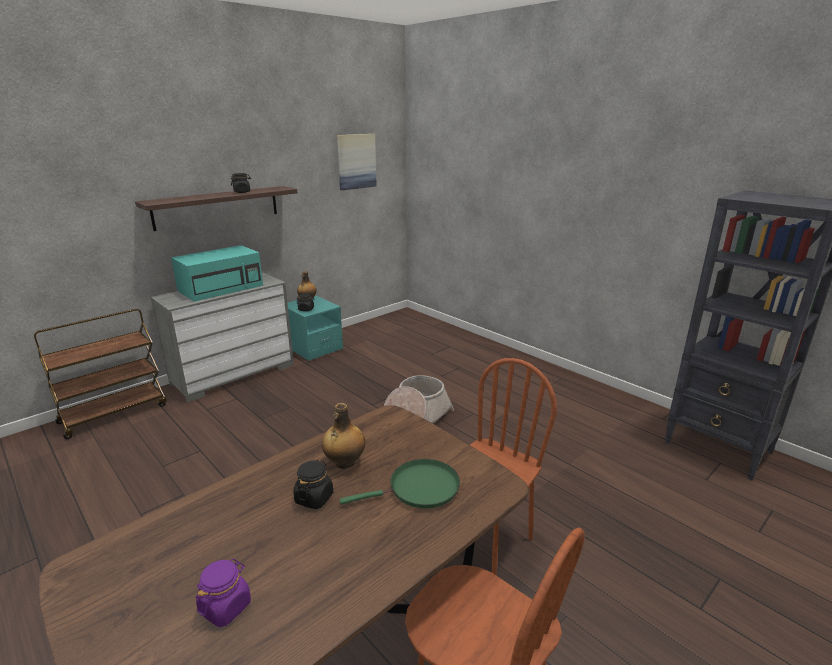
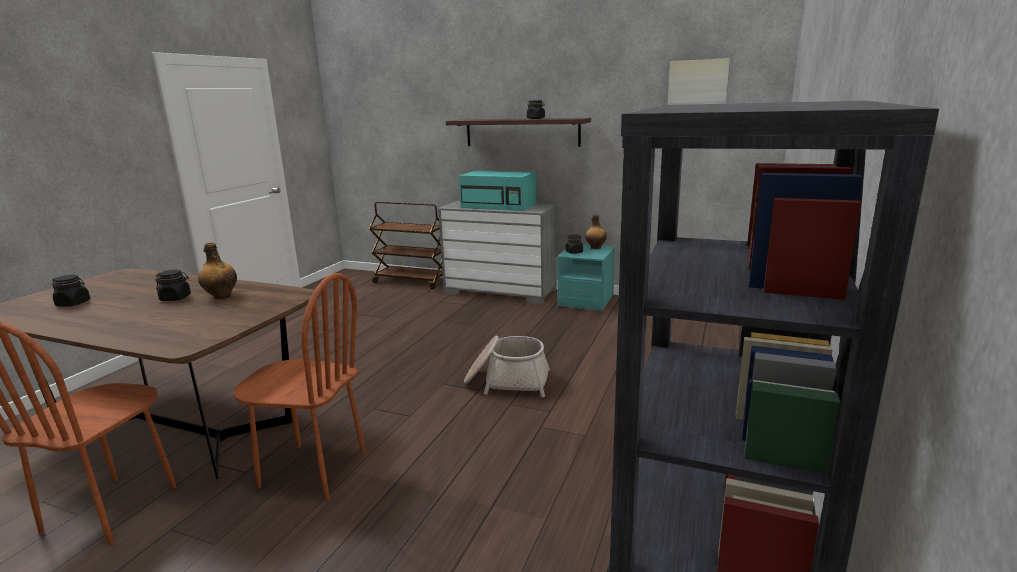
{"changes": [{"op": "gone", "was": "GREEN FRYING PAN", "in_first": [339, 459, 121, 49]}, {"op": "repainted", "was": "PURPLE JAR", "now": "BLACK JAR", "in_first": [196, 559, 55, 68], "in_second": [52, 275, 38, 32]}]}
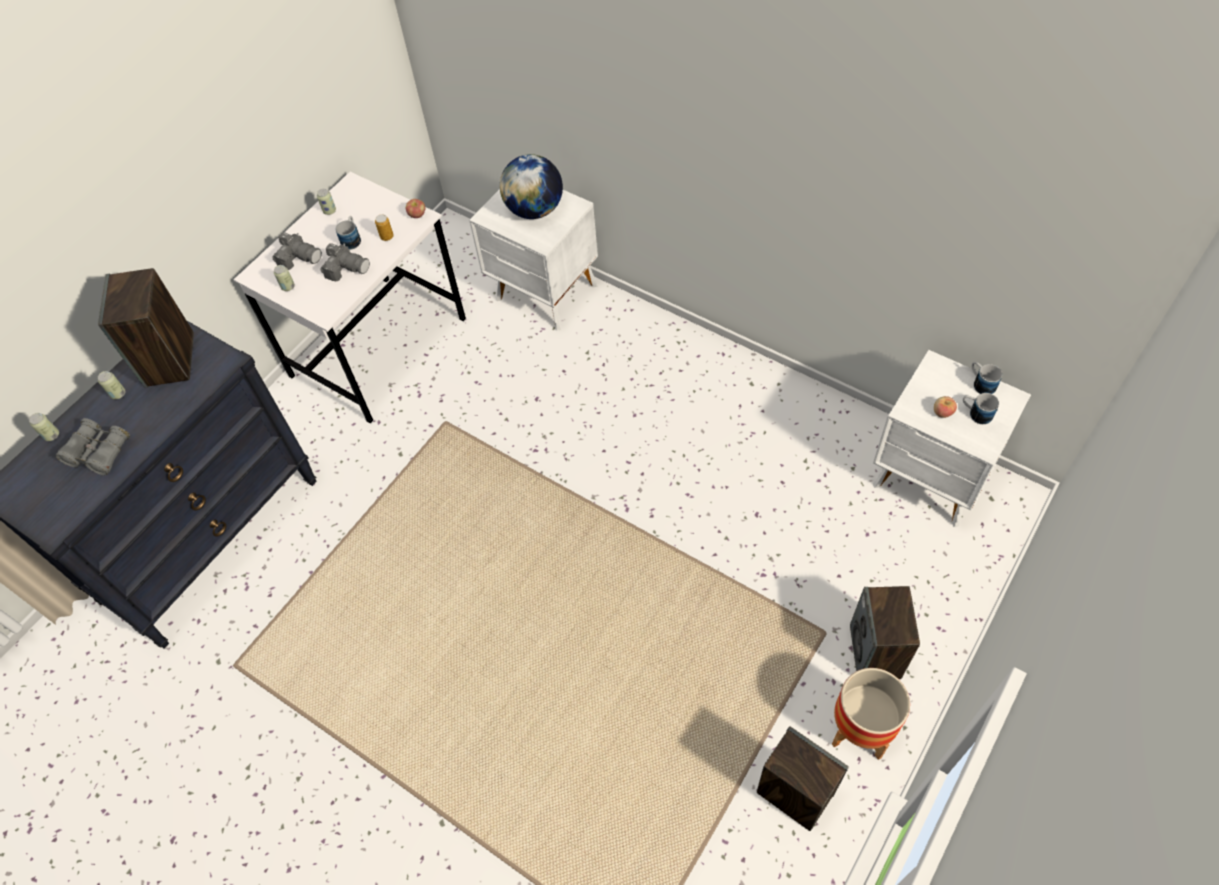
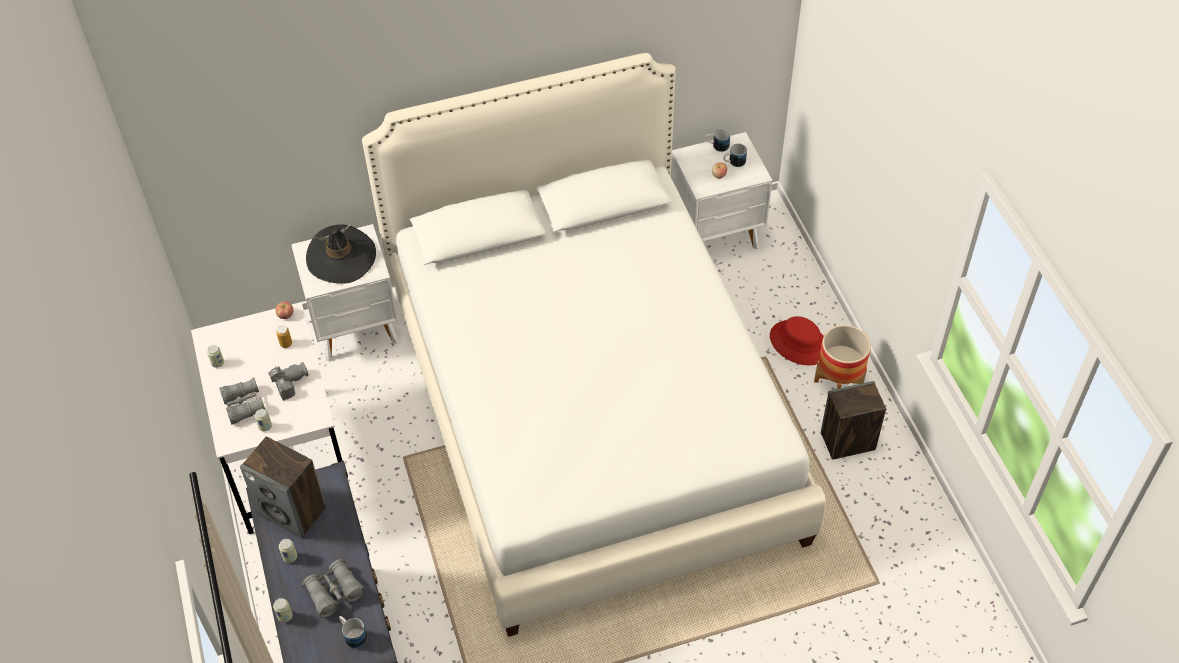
{"changes": [{"op": "swapped", "was": "GLOBE", "now": "BLACK HAT", "in_first": [500, 154, 63, 65], "in_second": [306, 224, 70, 60]}, {"op": "shifted", "was": "MUG", "in_first": [336, 216, 25, 34], "in_second": [339, 616, 28, 32]}, {"op": "swapped", "was": "PHOTO CAMERA", "now": "GREY BINOCULARS", "in_first": [272, 232, 50, 38], "in_second": [219, 377, 46, 47]}, {"op": "swapped", "was": "SPEAKER", "now": "RED HAT", "in_first": [850, 586, 70, 93], "in_second": [770, 316, 54, 49]}, {"op": "new", "now": "WHITE BED", "in_second": [362, 53, 464, 584]}]}
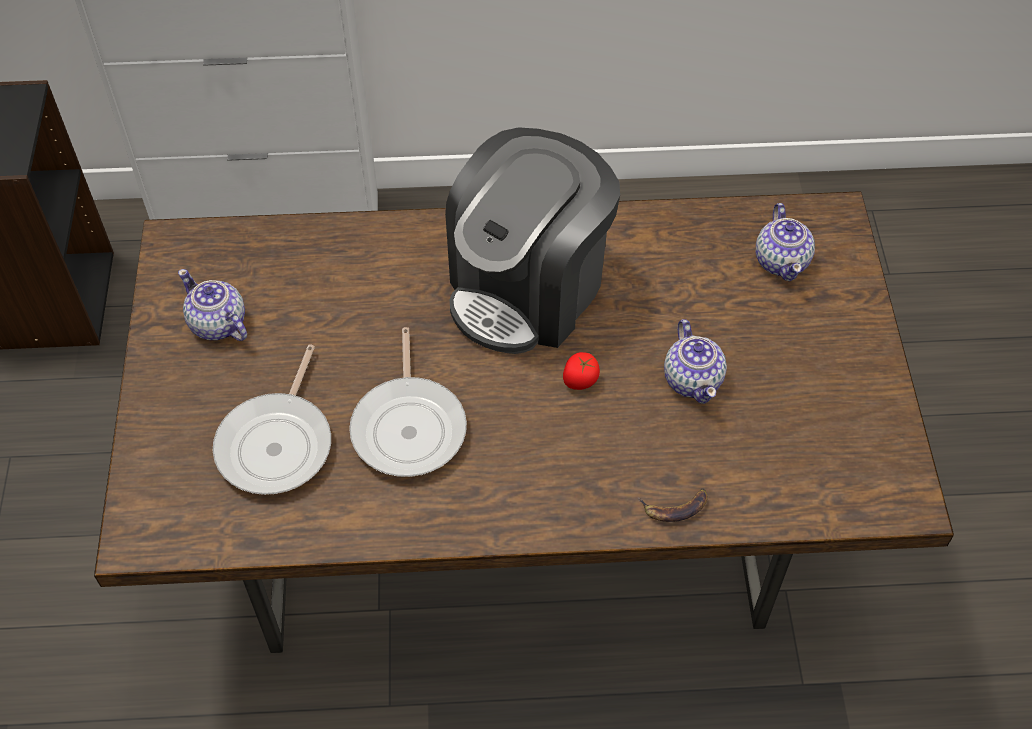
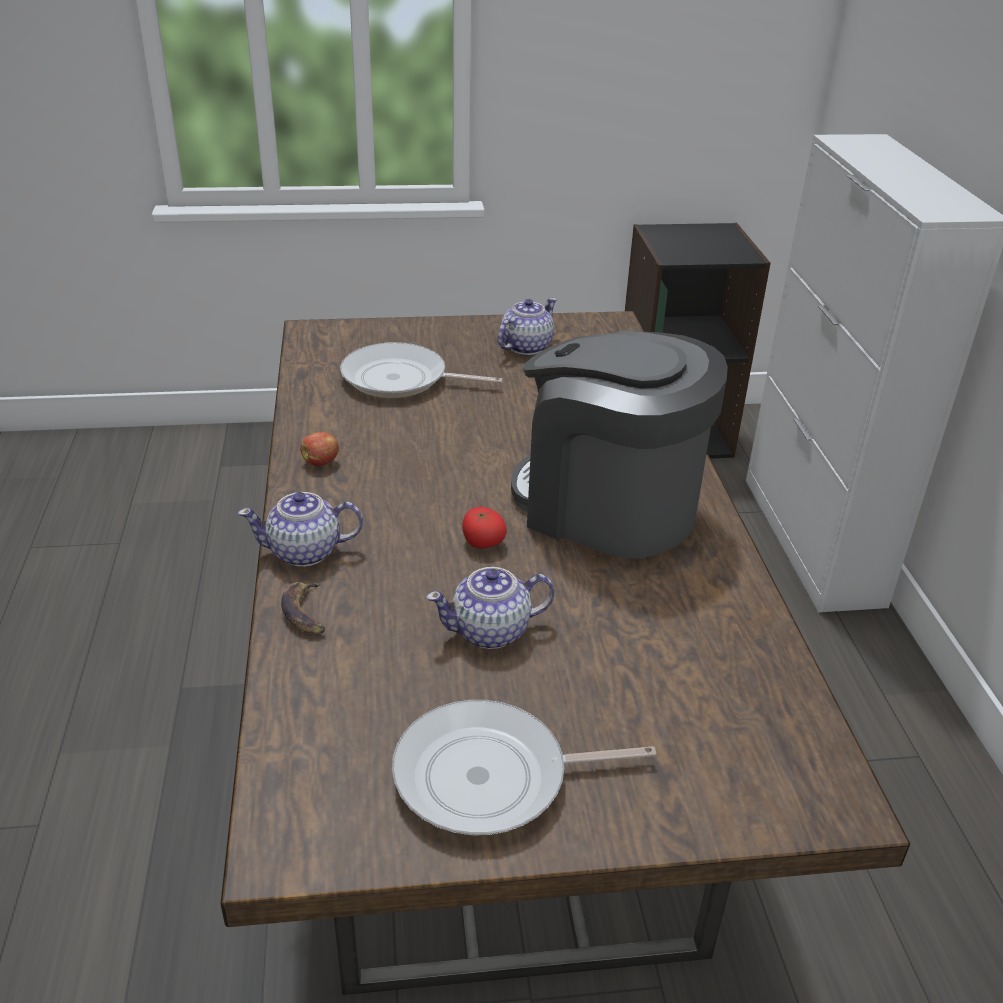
{"changes": [{"op": "shifted", "was": "TEAPOT", "in_first": [756, 203, 59, 78], "in_second": [238, 492, 125, 75]}, {"op": "shifted", "was": "FRYING PAN", "in_first": [349, 327, 118, 150], "in_second": [392, 700, 264, 135]}, {"op": "new", "now": "APPLE", "in_second": [300, 432, 39, 34]}]}
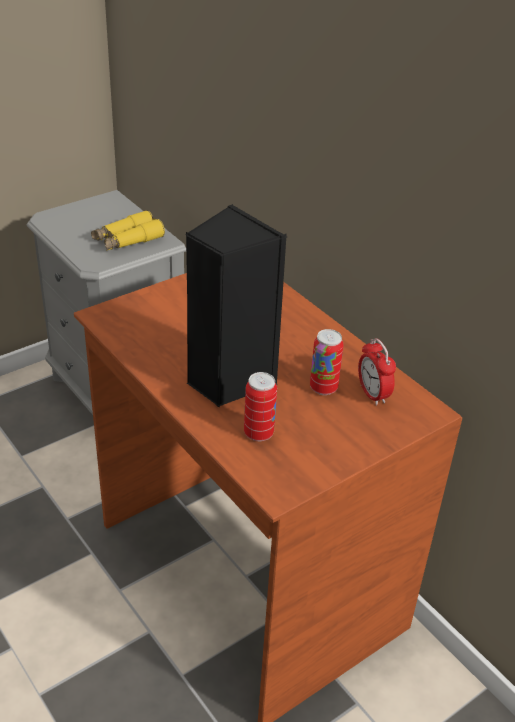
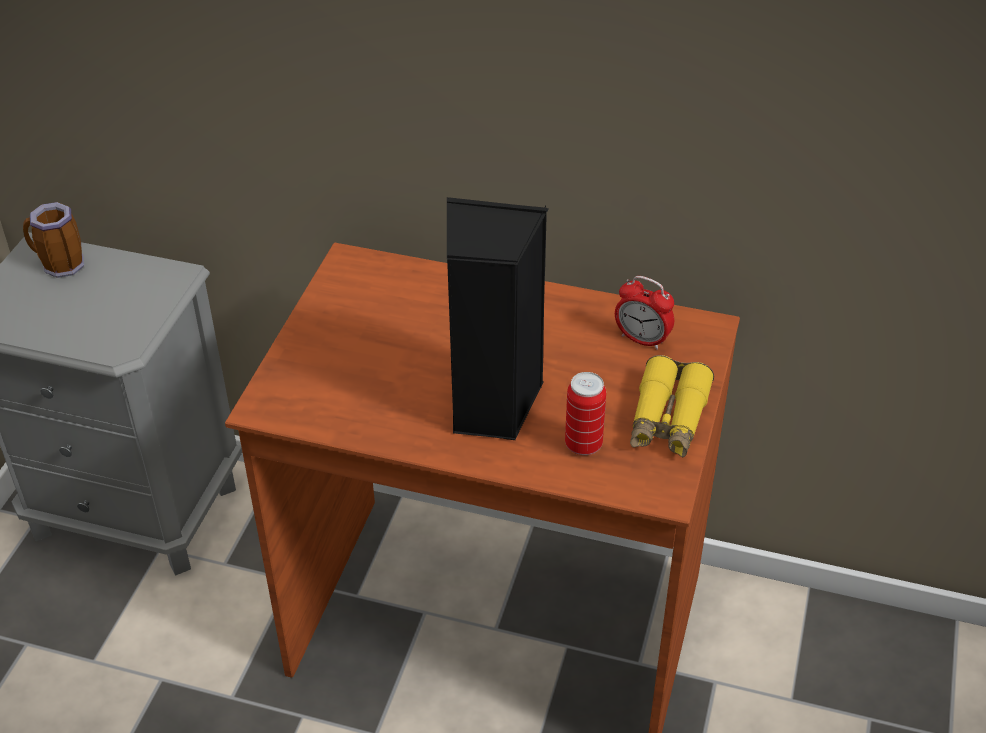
{"changes": [{"op": "shifted", "was": "YELLOW BINOCULARS", "in_first": [91, 210, 74, 41], "in_second": [630, 355, 84, 103]}, {"op": "gone", "was": "CAN", "in_first": [310, 329, 34, 66]}, {"op": "new", "now": "MUG", "in_second": [23, 202, 61, 76]}]}
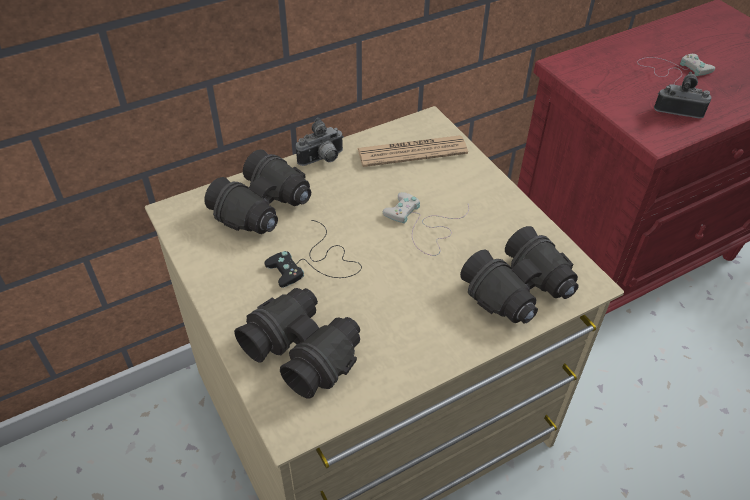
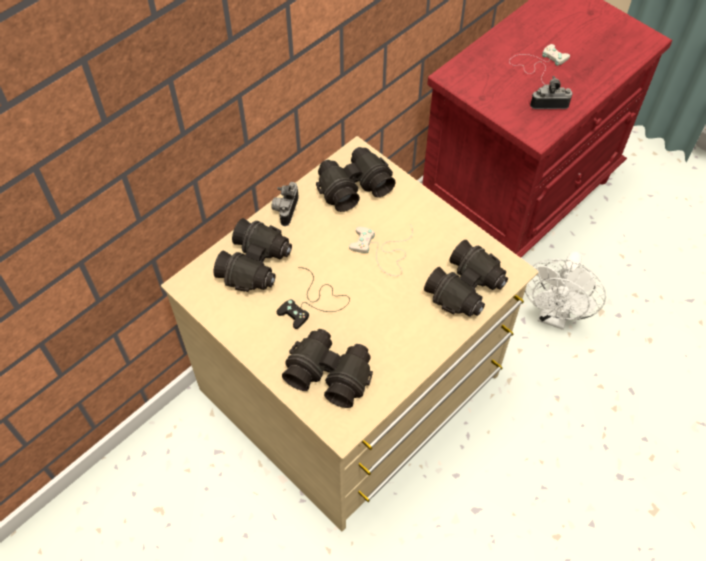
{"changes": [{"op": "rotated", "was": "PHOTO CAMERA", "in_first": [296, 118, 48, 48], "in_second": [271, 182, 28, 44], "clockwise": 150}, {"op": "swapped", "was": "NEWSPAPER", "now": "BLACK BINOCULARS", "in_first": [357, 135, 111, 32], "in_second": [316, 147, 80, 65]}, {"op": "new", "now": "WHITE FAN", "in_second": [525, 251, 81, 79]}]}
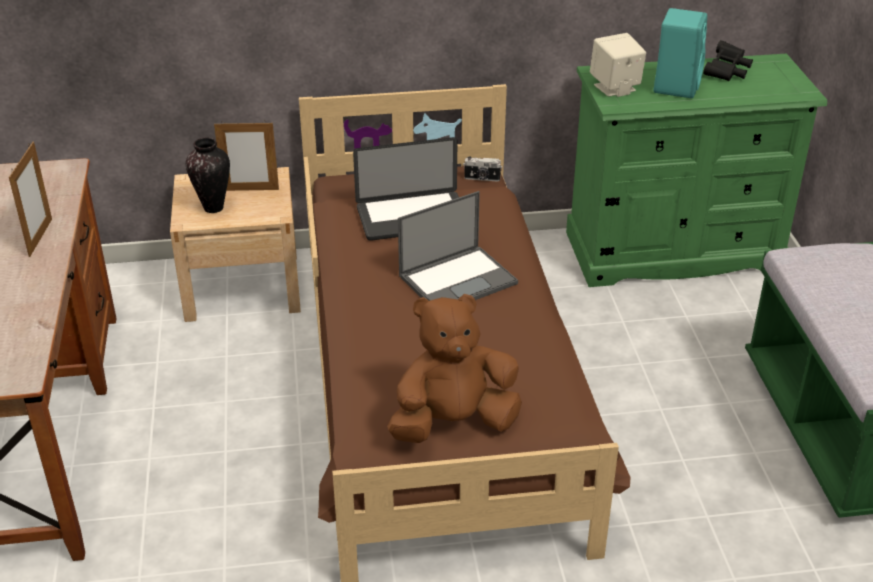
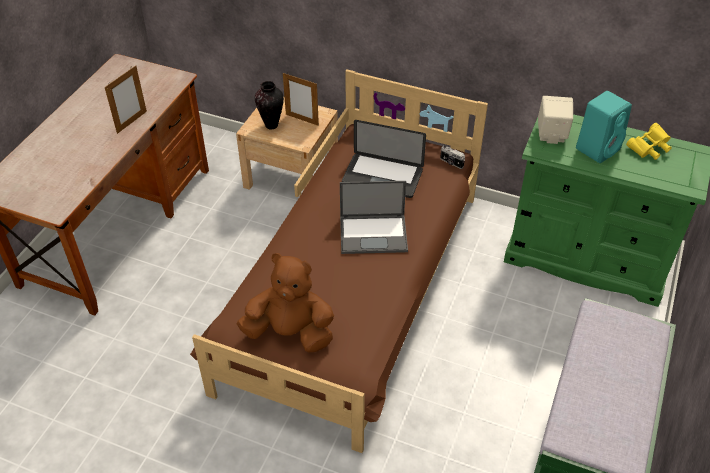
{"changes": [{"op": "repainted", "was": "BLACK BINOCULARS", "now": "YELLOW BINOCULARS", "in_first": [703, 40, 50, 41], "in_second": [626, 123, 46, 37]}]}
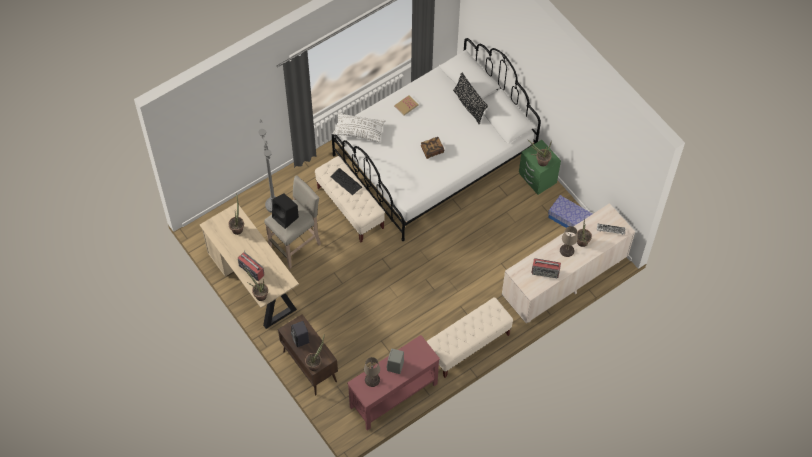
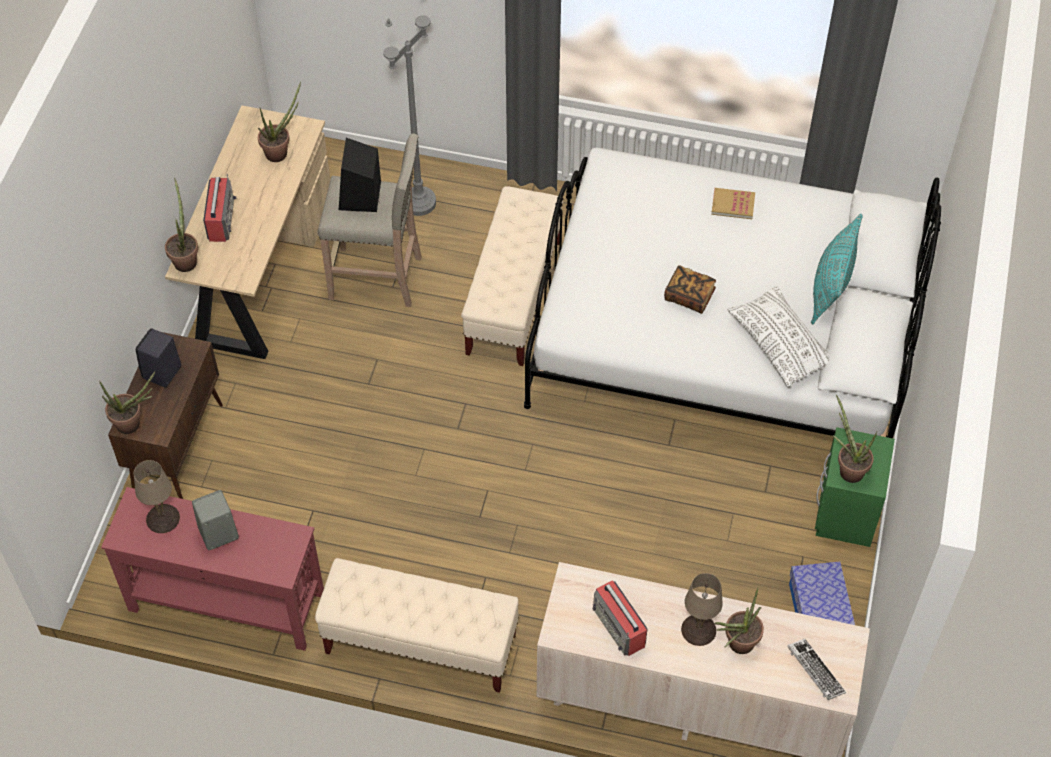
{"changes": [{"op": "repainted", "was": "BLACK PILLOW", "now": "TURQUOISE PILLOW", "in_first": [453, 72, 35, 52], "in_second": [811, 213, 51, 111]}, {"op": "shifted", "was": "WHITE PILLOW", "in_first": [332, 112, 54, 30], "in_second": [727, 286, 102, 101]}, {"op": "gone", "was": "KEYBOARD", "in_first": [330, 168, 32, 27]}]}
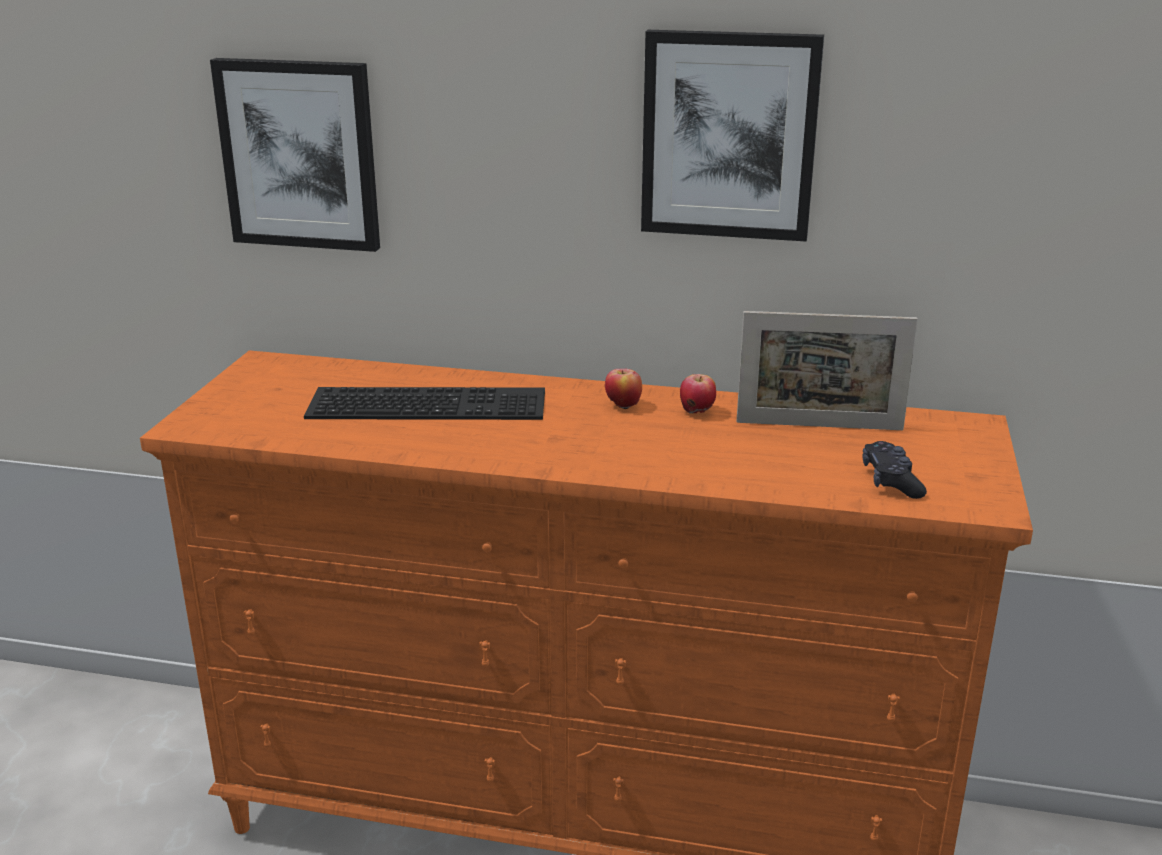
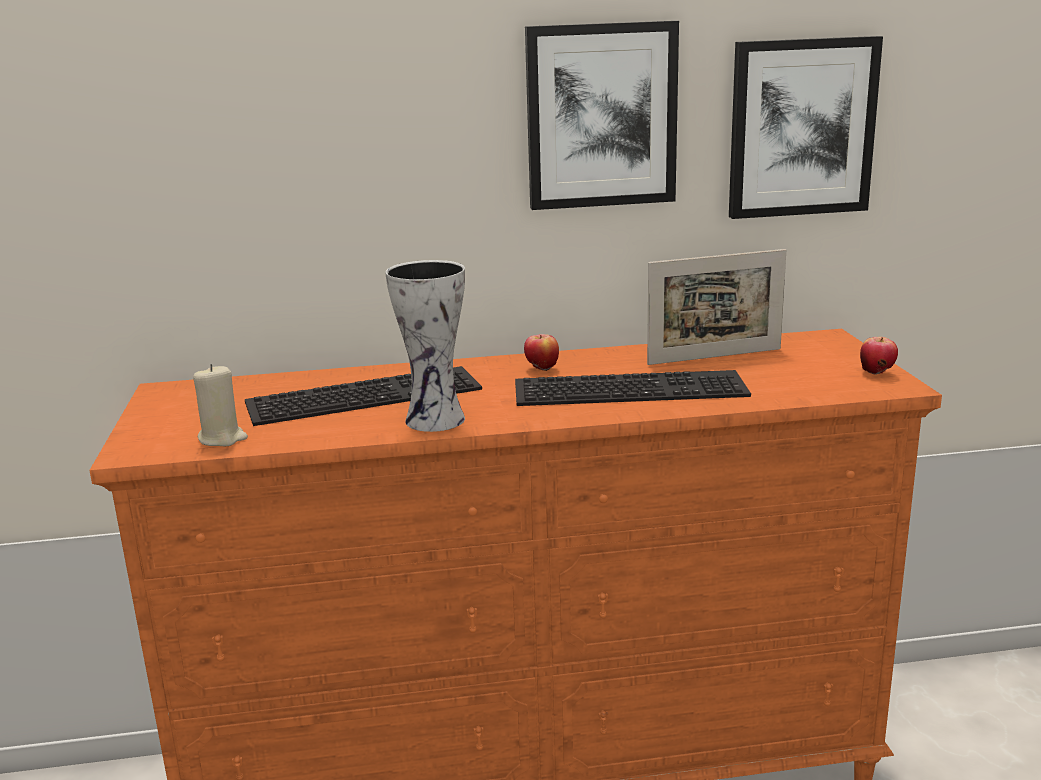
{"changes": [{"op": "shifted", "was": "PICTURE", "in_first": [210, 58, 170, 194], "in_second": [729, 36, 154, 183]}, {"op": "shifted", "was": "APPLE", "in_first": [680, 374, 36, 40], "in_second": [860, 337, 38, 38]}, {"op": "gone", "was": "BLACK GAME CONTROLLER", "in_first": [862, 441, 65, 58]}, {"op": "new", "now": "VASE", "in_second": [385, 260, 80, 172]}, {"op": "new", "now": "BEIGE CANDLE", "in_second": [193, 364, 55, 82]}, {"op": "new", "now": "KEYBOARD", "in_second": [515, 370, 236, 36]}]}
